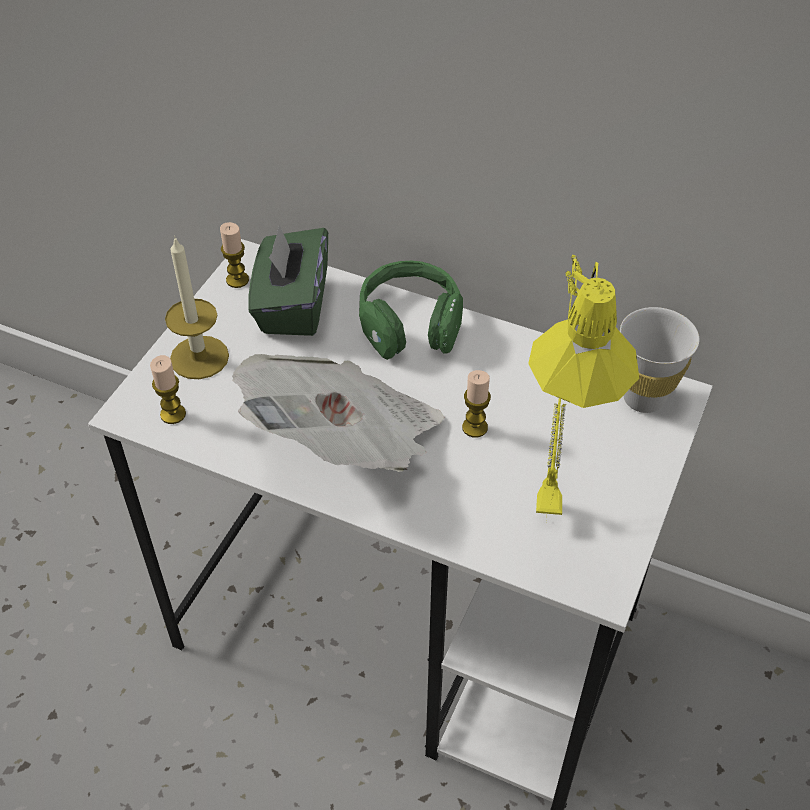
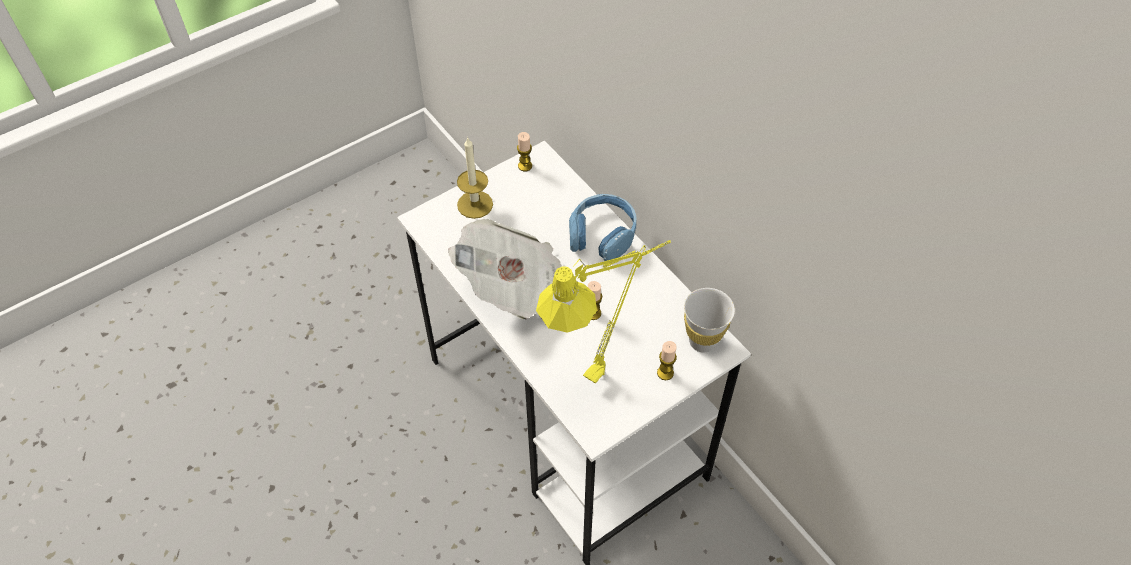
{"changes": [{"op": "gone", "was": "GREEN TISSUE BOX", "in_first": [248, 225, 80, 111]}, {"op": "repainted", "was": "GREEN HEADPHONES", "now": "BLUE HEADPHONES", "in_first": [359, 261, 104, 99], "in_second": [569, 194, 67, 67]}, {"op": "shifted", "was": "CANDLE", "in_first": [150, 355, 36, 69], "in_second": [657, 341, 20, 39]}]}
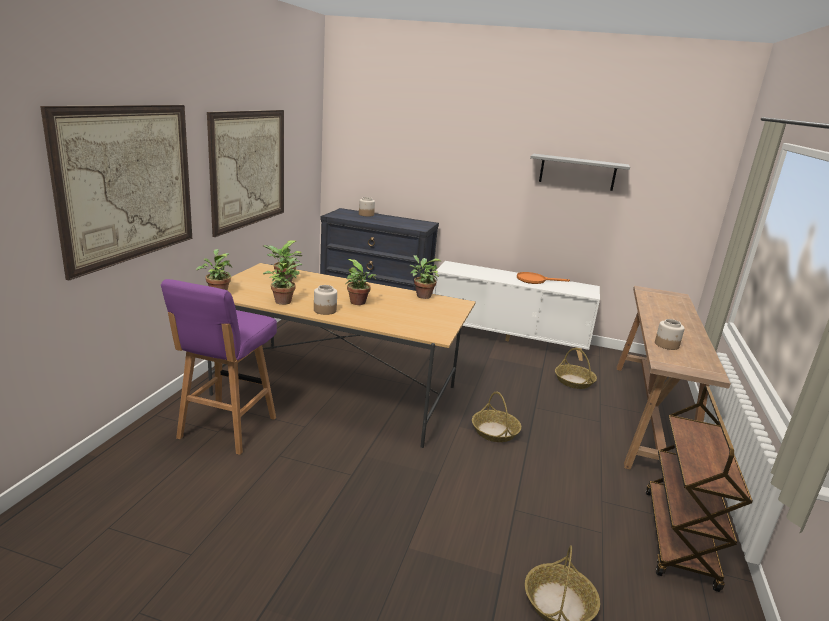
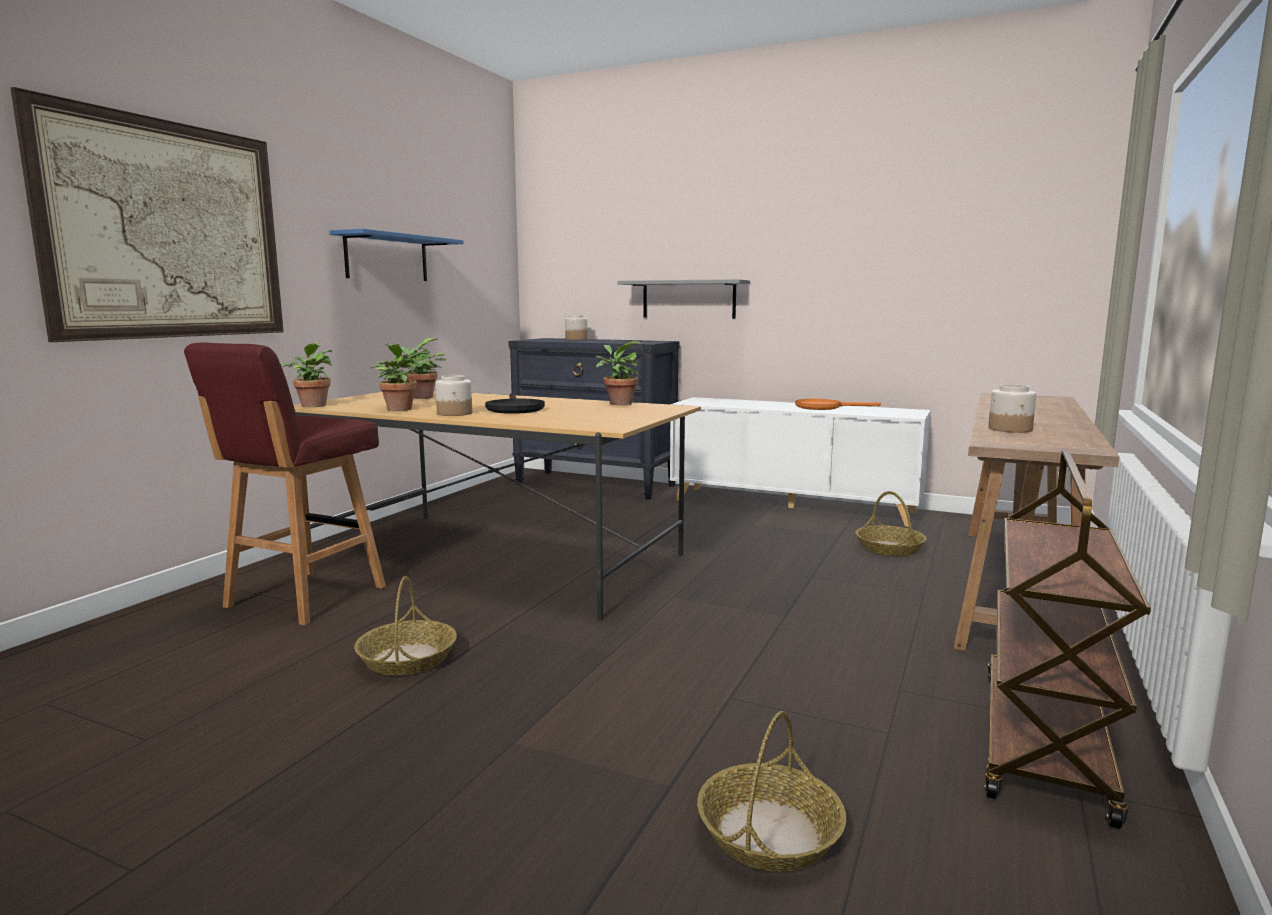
{"changes": [{"op": "swapped", "was": "PICTURE", "now": "BLUE SHELF", "in_first": [207, 110, 77, 127], "in_second": [330, 229, 134, 52]}, {"op": "shifted", "was": "GREY SHELF", "in_first": [530, 154, 100, 37], "in_second": [618, 279, 132, 39]}, {"op": "swapped", "was": "POTTED PLANT", "now": "BLACK FRYING PAN", "in_first": [346, 259, 31, 46], "in_second": [485, 393, 60, 21]}, {"op": "repainted", "was": "PURPLE STOOL", "now": "RED STOOL", "in_first": [161, 279, 116, 176], "in_second": [184, 343, 202, 282]}, {"op": "shifted", "was": "BASKET", "in_first": [472, 392, 49, 50], "in_second": [354, 576, 103, 100]}]}
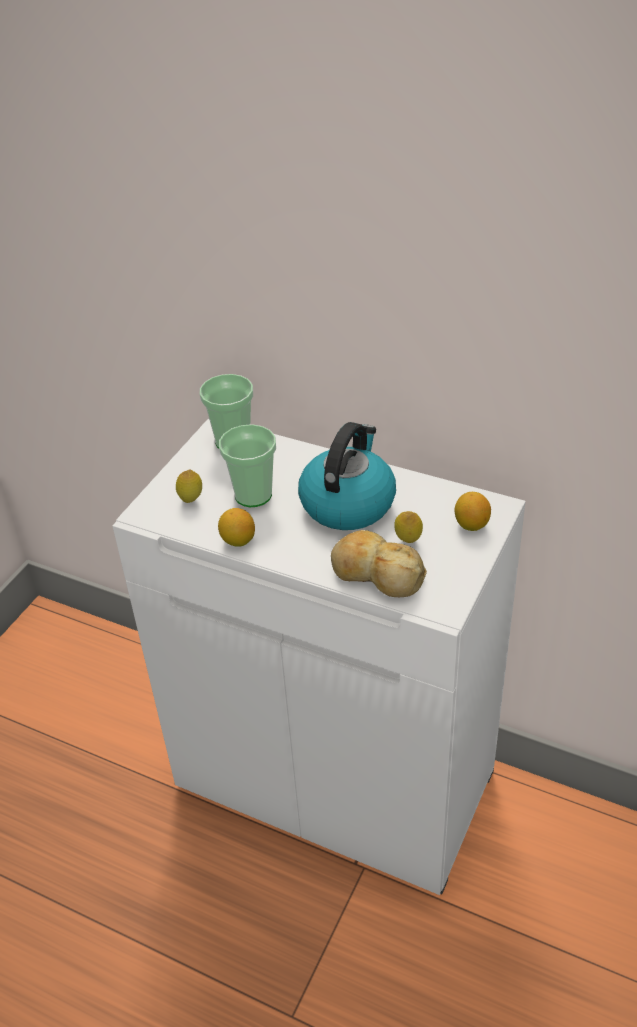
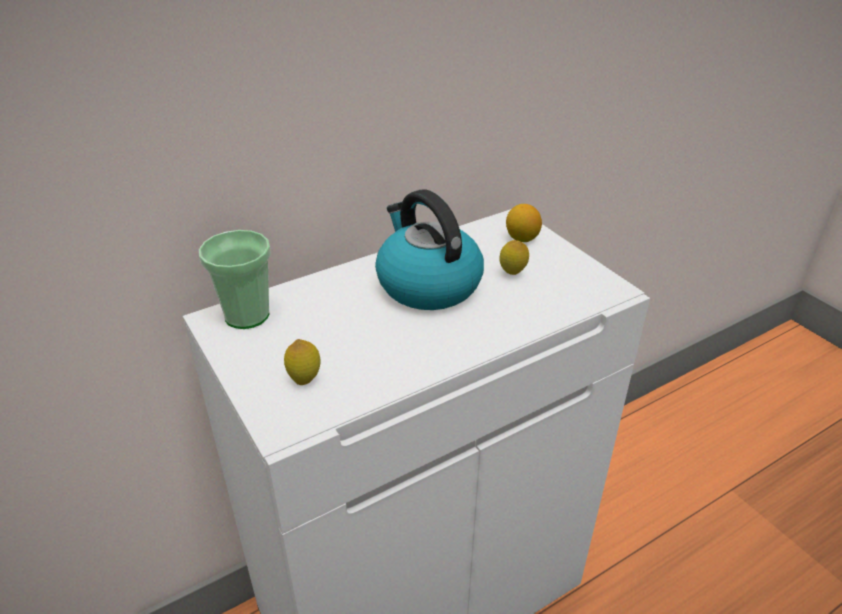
{"changes": [{"op": "gone", "was": "CUP", "in_first": [219, 424, 57, 83]}, {"op": "gone", "was": "LEMON", "in_first": [218, 508, 37, 39]}, {"op": "gone", "was": "BREAD", "in_first": [331, 530, 96, 67]}]}
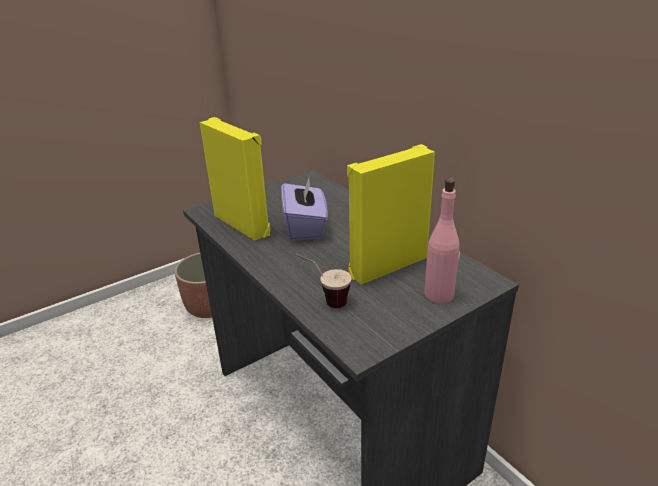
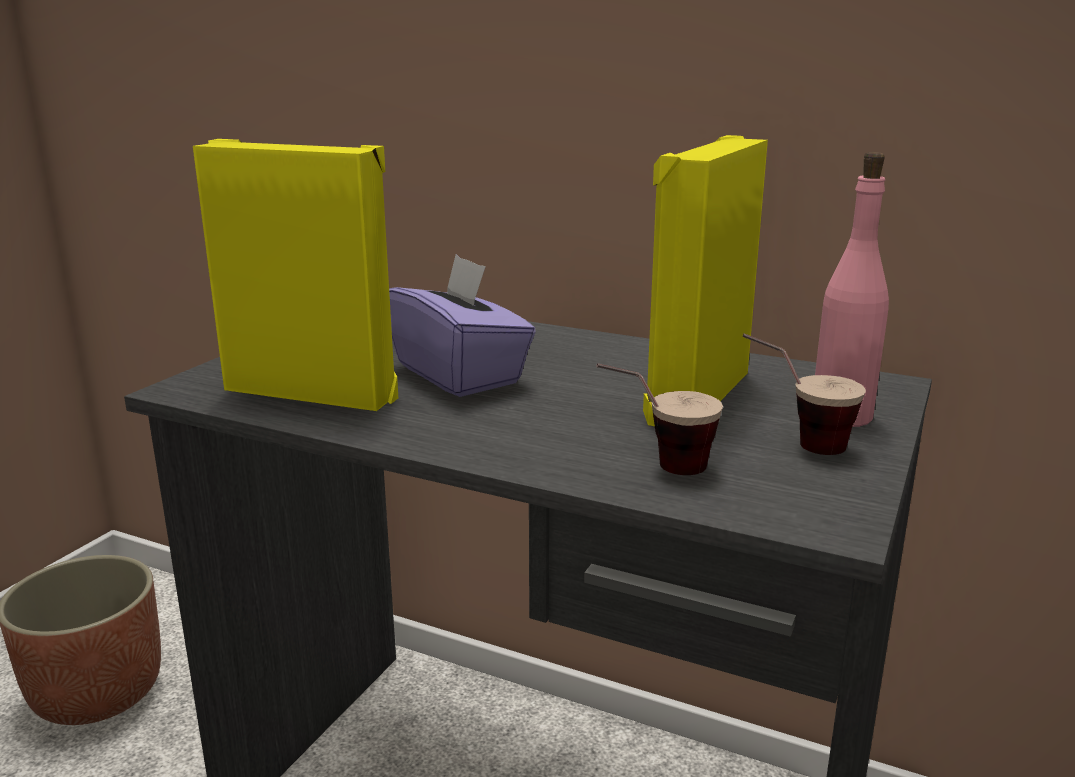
{"changes": [{"op": "new", "now": "CUP", "in_second": [742, 334, 124, 121]}]}
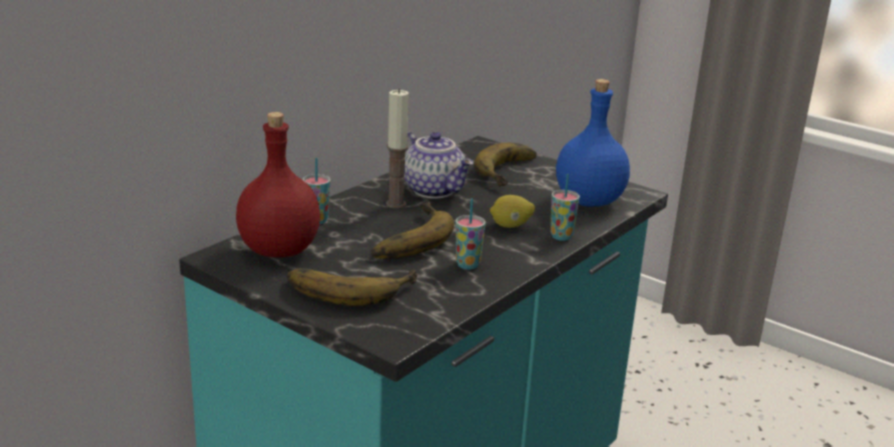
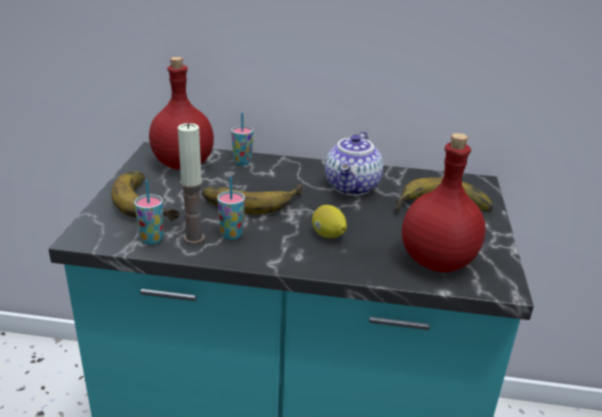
{"changes": [{"op": "repainted", "was": "BLUE BOTTLE", "now": "RED BOTTLE", "in_first": [556, 79, 74, 128], "in_second": [402, 133, 84, 140]}, {"op": "shifted", "was": "CANDLE", "in_first": [386, 89, 23, 119], "in_second": [178, 123, 27, 121]}, {"op": "shifted", "was": "CUP", "in_first": [550, 174, 30, 67], "in_second": [134, 180, 29, 65]}]}
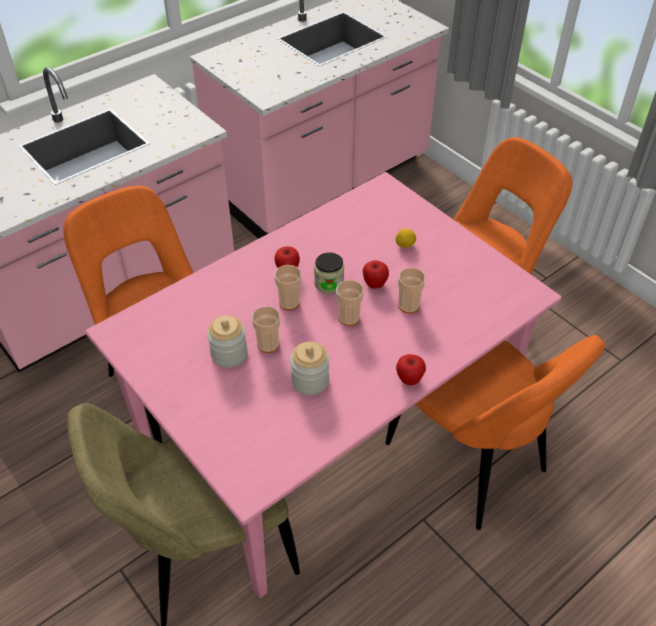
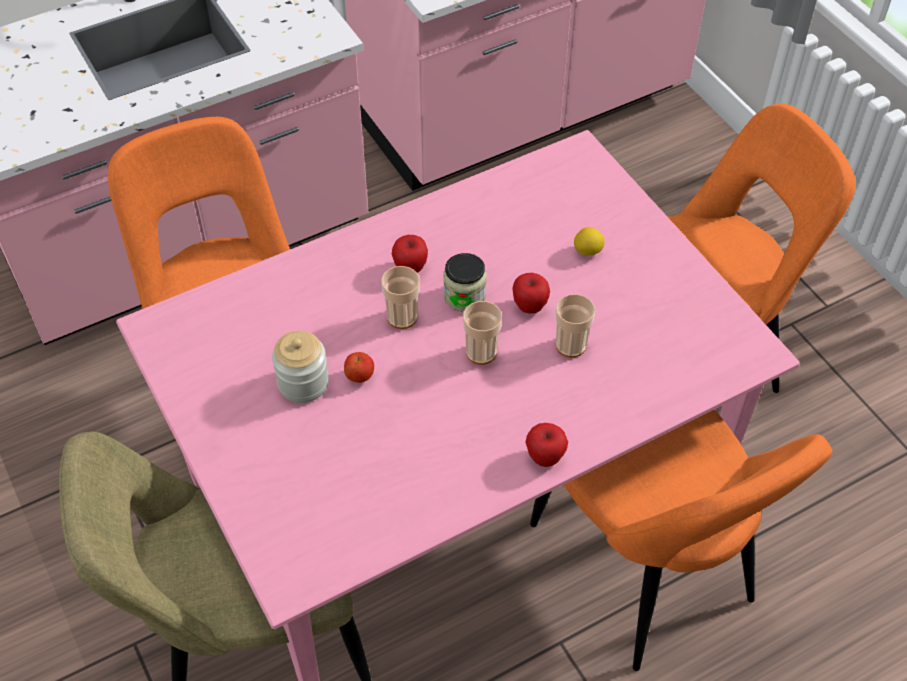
{"changes": [{"op": "swapped", "was": "CUP", "now": "APPLE", "in_first": [252, 306, 28, 47], "in_second": [344, 352, 30, 31]}, {"op": "gone", "was": "JAR", "in_first": [290, 342, 39, 53]}]}
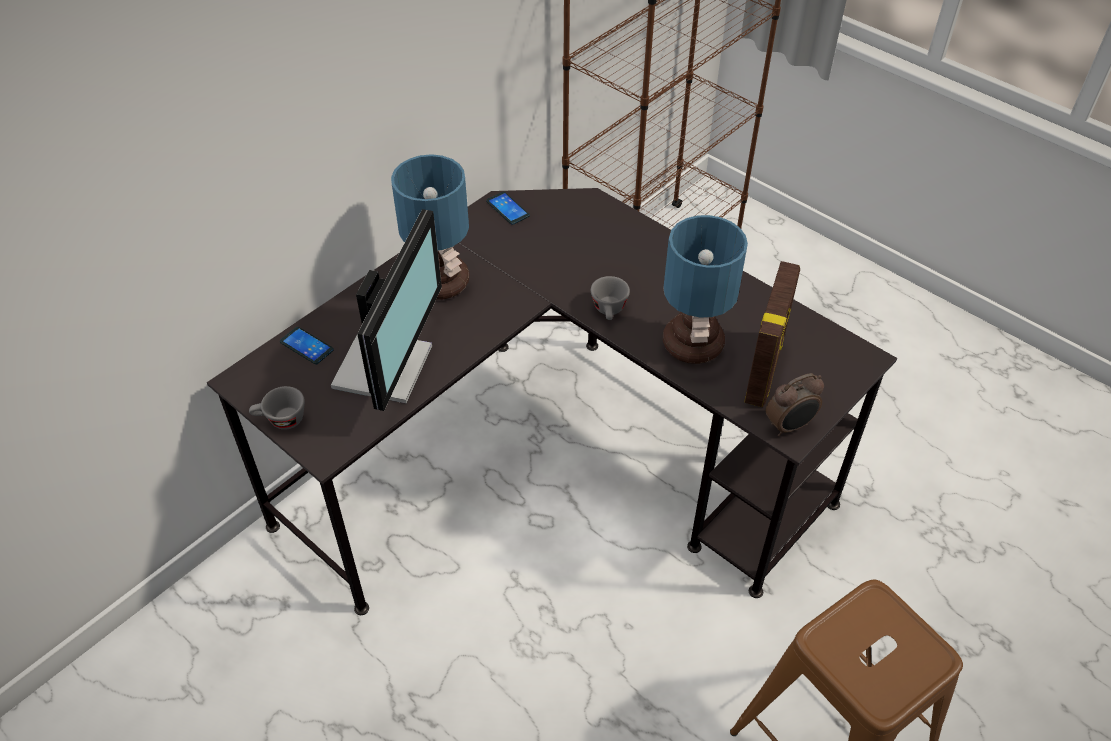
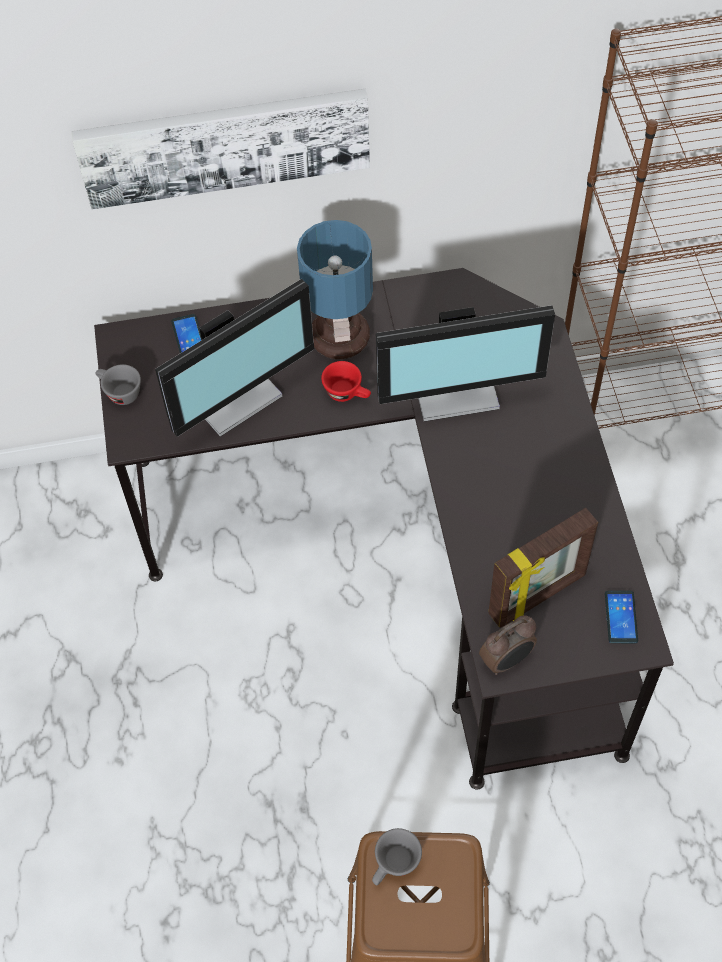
{"changes": [{"op": "shifted", "was": "PHONE", "in_first": [486, 192, 44, 33], "in_second": [605, 590, 33, 53]}, {"op": "gone", "was": "TABLE LAMP", "in_first": [663, 215, 85, 149]}, {"op": "shifted", "was": "GREY CUP", "in_first": [591, 276, 39, 44], "in_second": [372, 828, 50, 57]}, {"op": "rotated", "was": "ALARM CLOCK", "in_first": [766, 373, 58, 64], "in_second": [479, 615, 58, 60], "clockwise": -45}, {"op": "new", "now": "PICTURE", "in_second": [71, 89, 299, 120]}, {"op": "new", "now": "MONITOR", "in_second": [376, 305, 179, 116]}, {"op": "new", "now": "RED CUP", "in_second": [321, 361, 50, 41]}]}
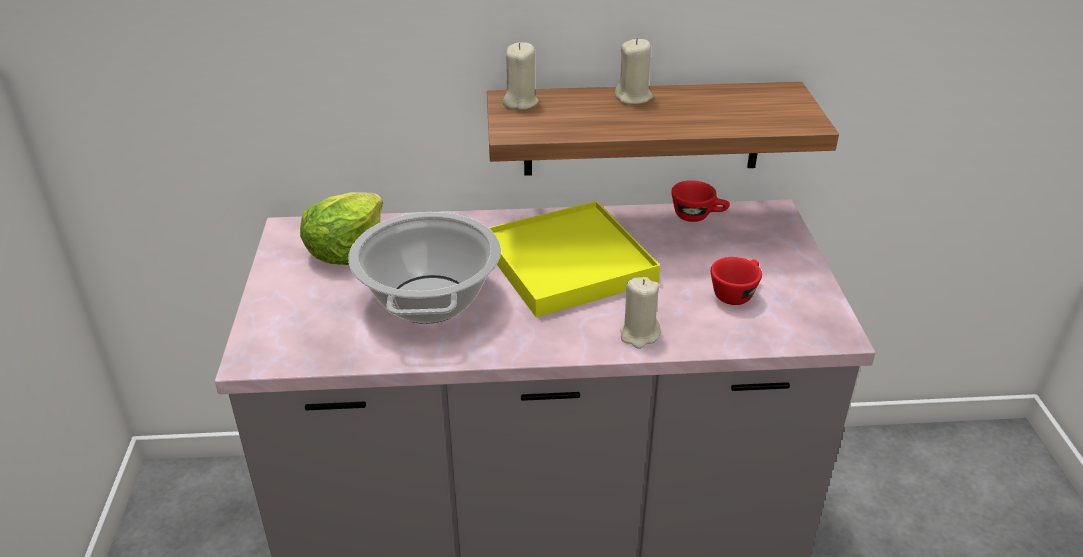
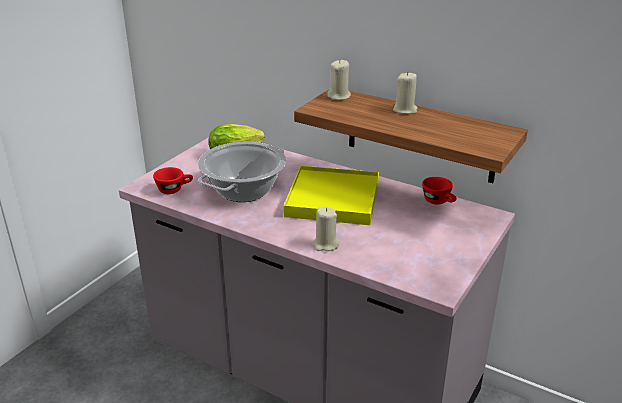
{"changes": [{"op": "shifted", "was": "RED CUP", "in_first": [711, 257, 51, 48], "in_second": [153, 167, 40, 27]}]}
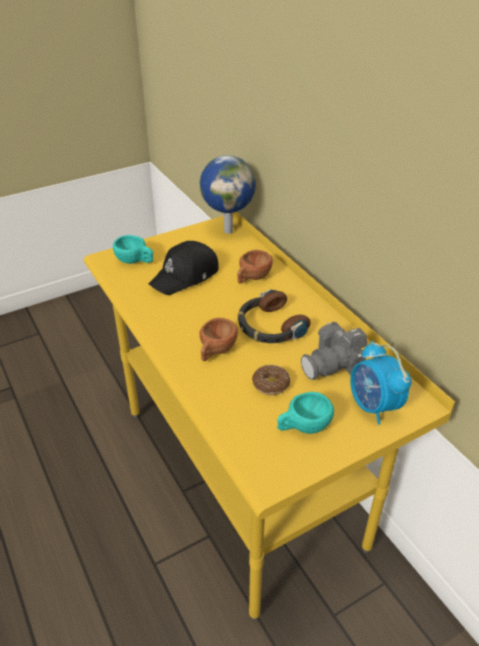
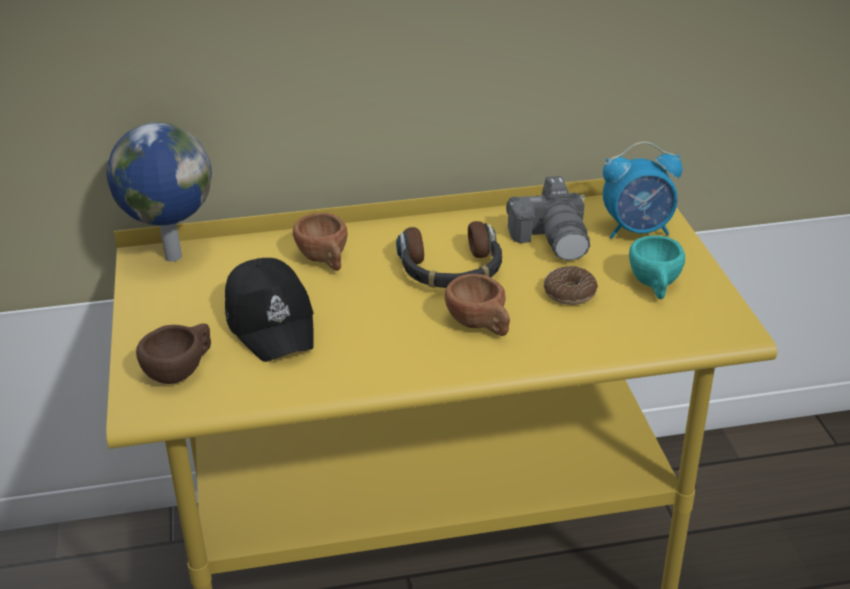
{"changes": [{"op": "repainted", "was": "TURQUOISE CUP", "now": "BROWN CUP", "in_first": [113, 235, 40, 29], "in_second": [136, 323, 75, 61]}]}
